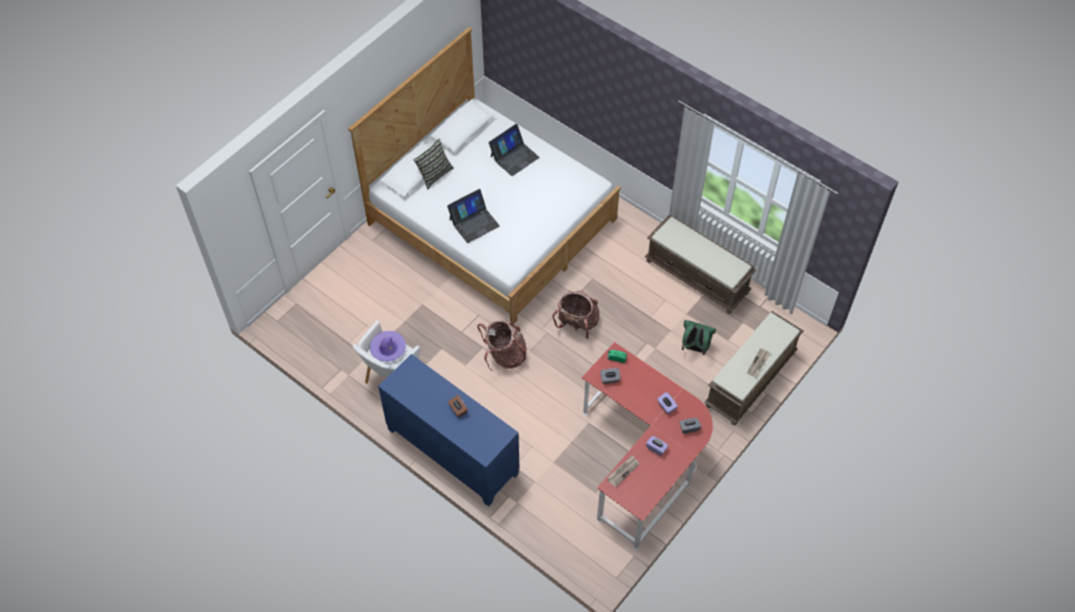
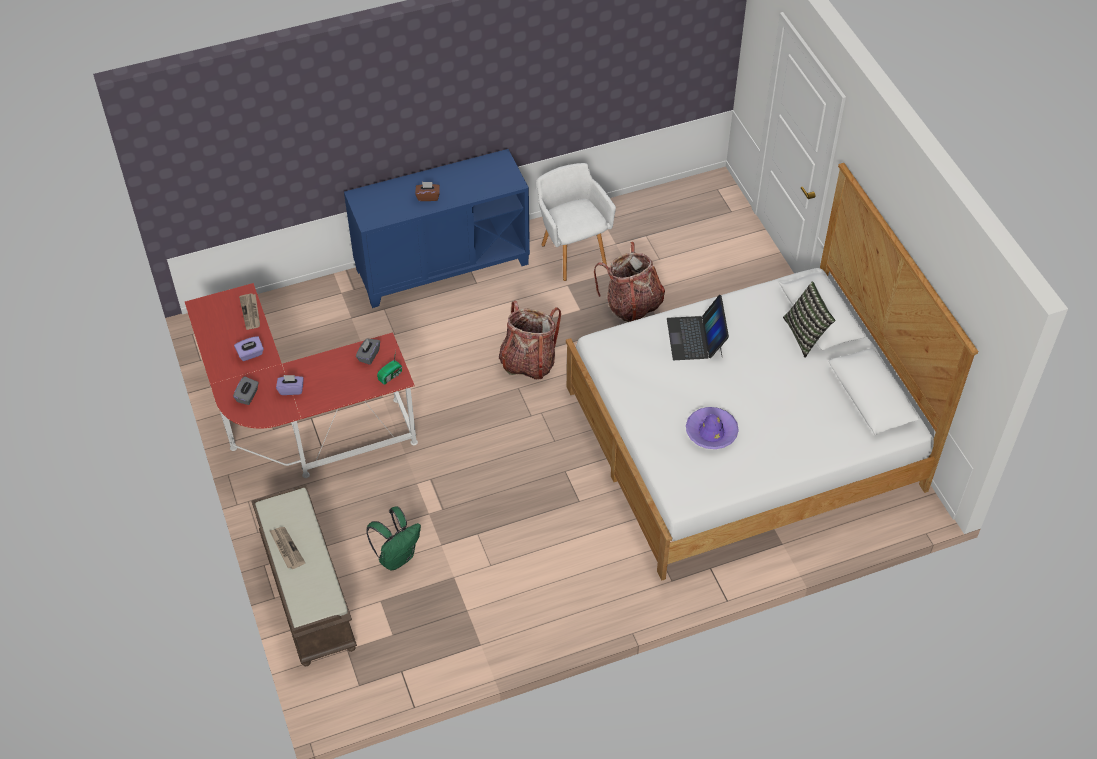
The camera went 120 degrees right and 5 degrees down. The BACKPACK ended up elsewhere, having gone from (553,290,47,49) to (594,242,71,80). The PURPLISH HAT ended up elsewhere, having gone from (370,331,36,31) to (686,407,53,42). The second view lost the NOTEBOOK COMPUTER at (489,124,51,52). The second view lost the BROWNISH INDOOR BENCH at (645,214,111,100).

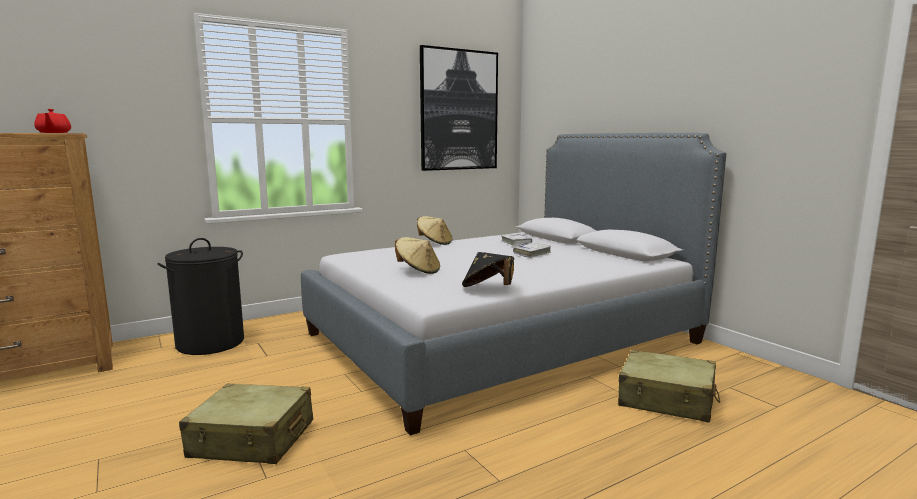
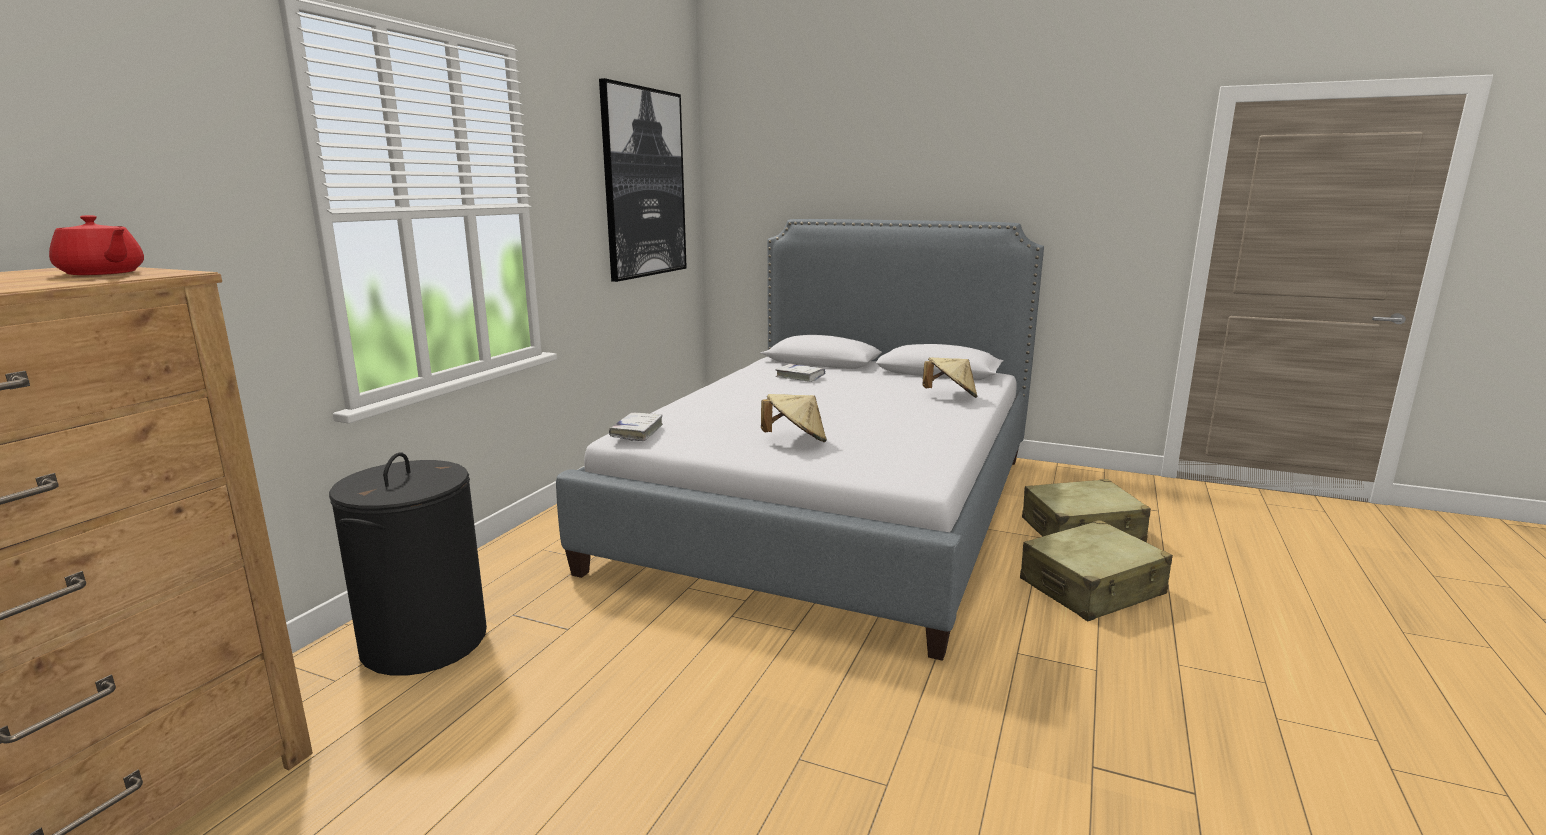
The camera went 35 degrees left and 5 degrees up. The WHITE BOOK ended up elsewhere, having gone from (513,243,38,15) to (609,413,54,28). The BEIGE-COLOURED HAT ended up elsewhere, having gone from (417,216,35,29) to (922,357,55,41). The BEIGE-COLOURED TRAVEL CASE ended up elsewhere, having gone from (179,384,134,80) to (1020,520,153,101). The second view lost the BLACK-COLOURED HAT at (462,252,52,35).

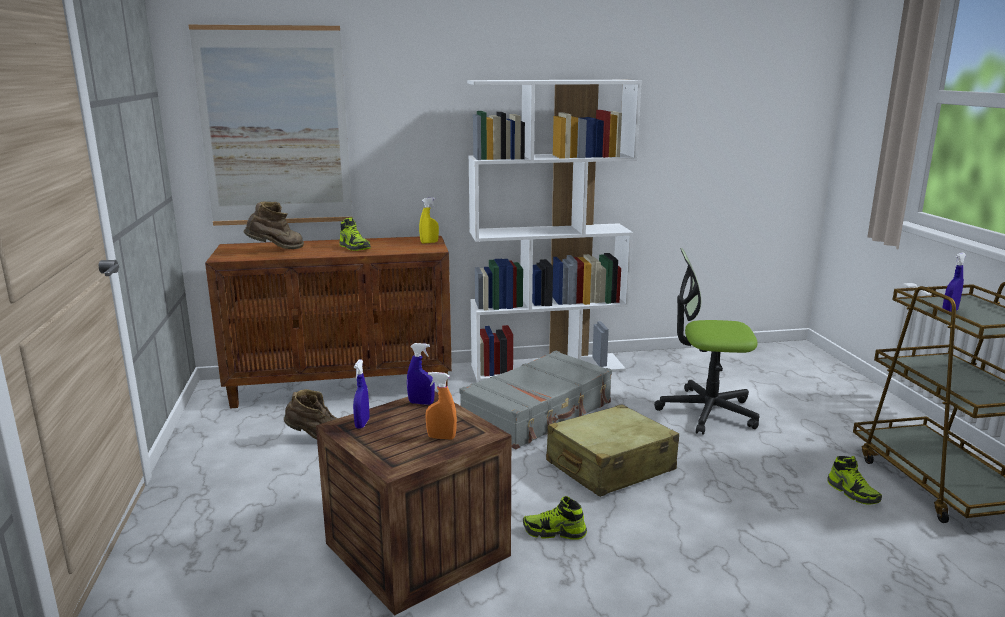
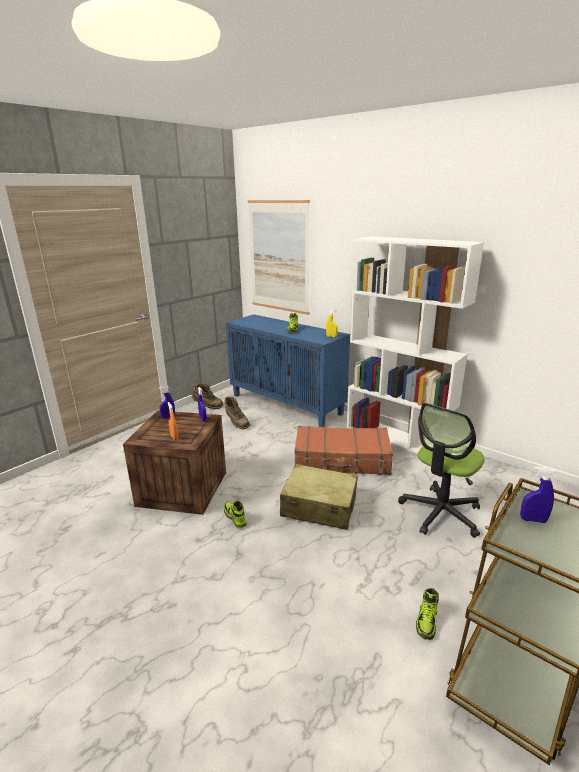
The camera went 50 degrees right and 5 degrees up. The BROWNISH TALL BOOT ended up elsewhere, having gone from (243,202,61,47) to (192,383,31,26). What was the BROWNISH CABINET at (205,236,247,173) turned into the BLUE CABINET at (226,314,124,113). What was the GREYISH TRAVEL CASE at (459,351,153,98) turned into the BROWNISH TRAVEL CASE at (294,426,99,49). The DESK CHAIR at (654,248,105,187) ended up facing another way, 105 degrees counterclockwise from before.

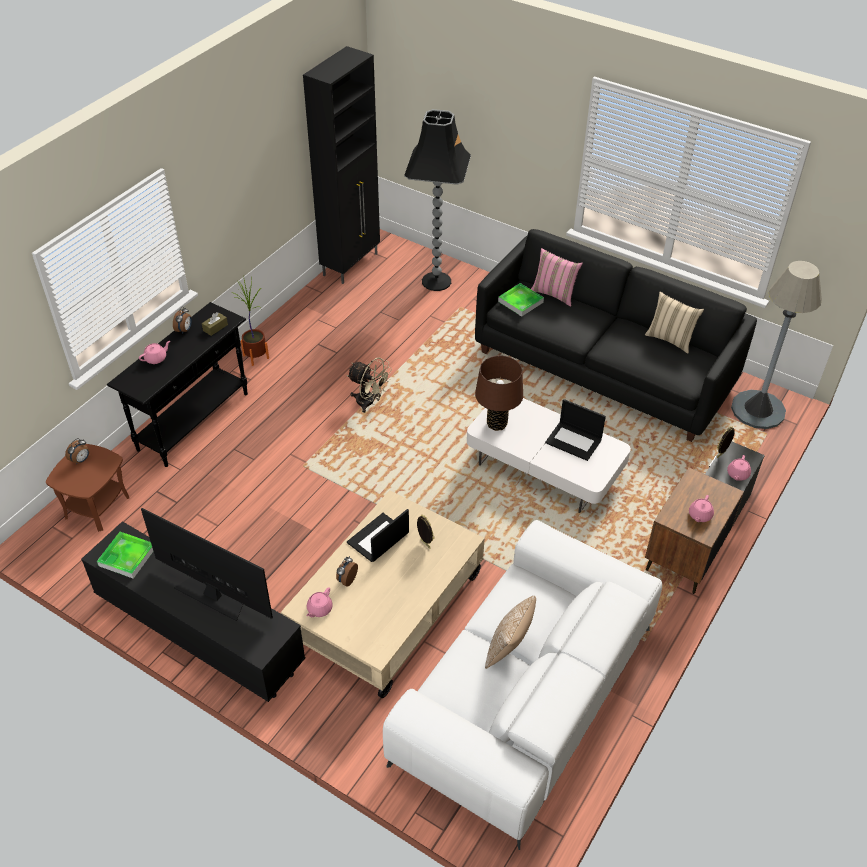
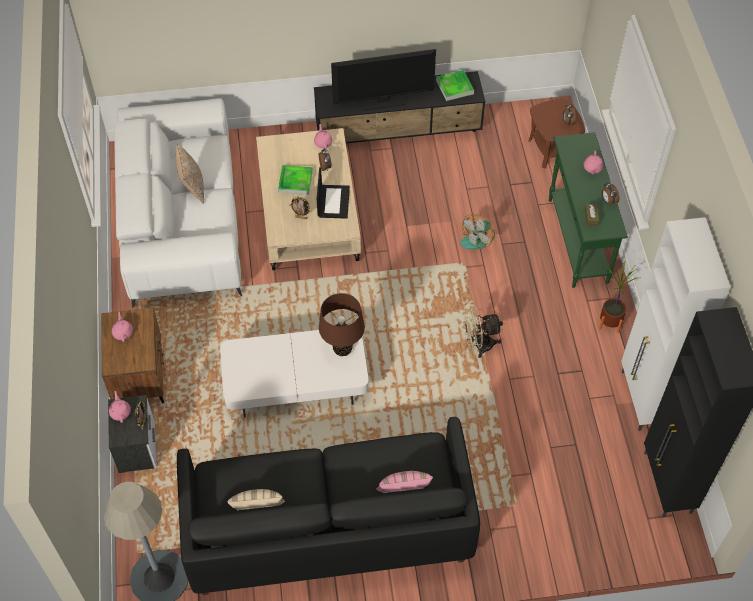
The camera went 140 degrees right and 10 degrees up. The CARRYING TRAY ended up elsewhere, having gone from (498,283,46,34) to (278,165,35,30). The second view gained the FAN at (460,214,35,36). What was the BLACK-COLOURED NARROW TABLE at (107,302,141,165) turned into the GREEN NARROW TABLE at (549,132,79,156). The second view gained the WHITE CABINET at (621,217,110,214). The second view lost the BLACK-COLOURED STANDARD LAMP at (404,109,67,182). The second view lost the NOTEBOOK COMPUTER at (545,399,61,62).

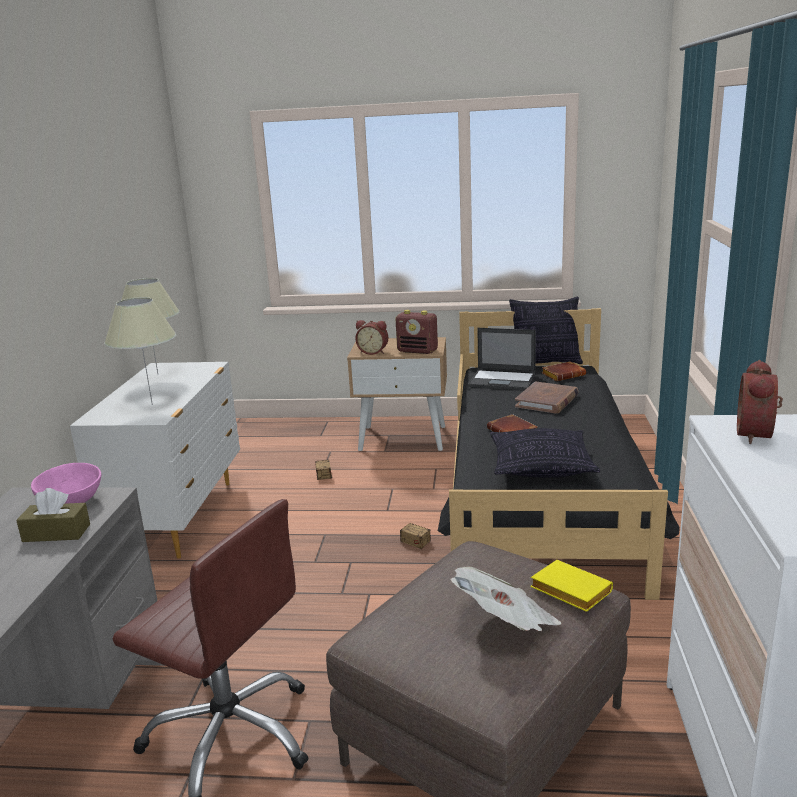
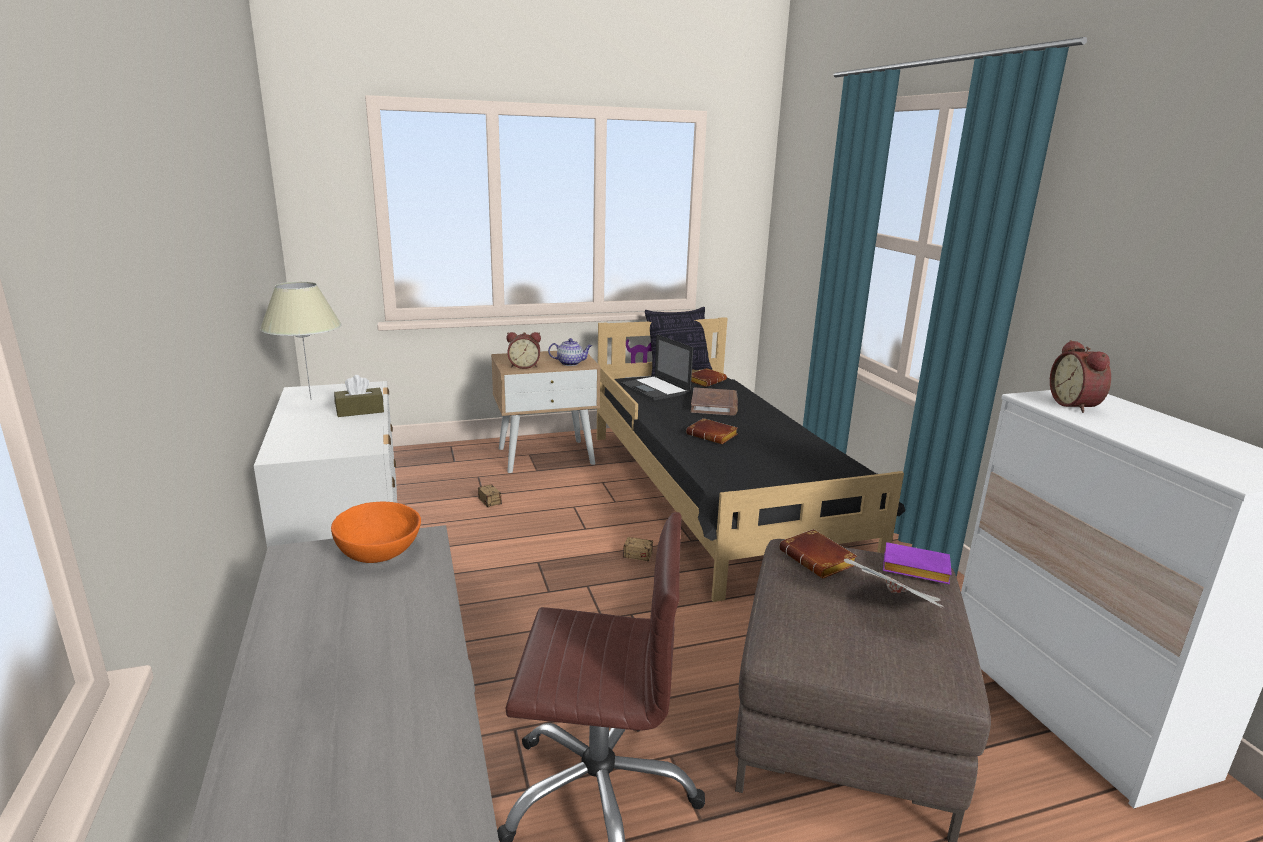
The camera went 25 degrees left and 0 degrees up. What was the PINKISH BOWL at (31,463,70,41) turned into the ORANGE-COLOURED BOWL at (331,502,90,61). The BROWNISH TISSUE BOX ended up elsewhere, having gone from (16,488,74,54) to (334,375,50,42). Where the RADIO SET stood at (396,310,42,44), the TEA POT came to stand at (548,338,44,28). The NOTEBOOK COMPUTER at (468,328,68,62) ended up facing another way, 60 degrees clockwise from before. The second view gained the BROWNISH BOOK at (779,529,78,50). What was the YELLOWISH BOOK at (530,560,83,52) turned into the PURPLISH BOOK at (883,542,69,42). The second view lost the BEIGE-COLOURED TABLE LAMP at (104,297,72,108). The second view lost the PILLOW at (490,428,110,50).

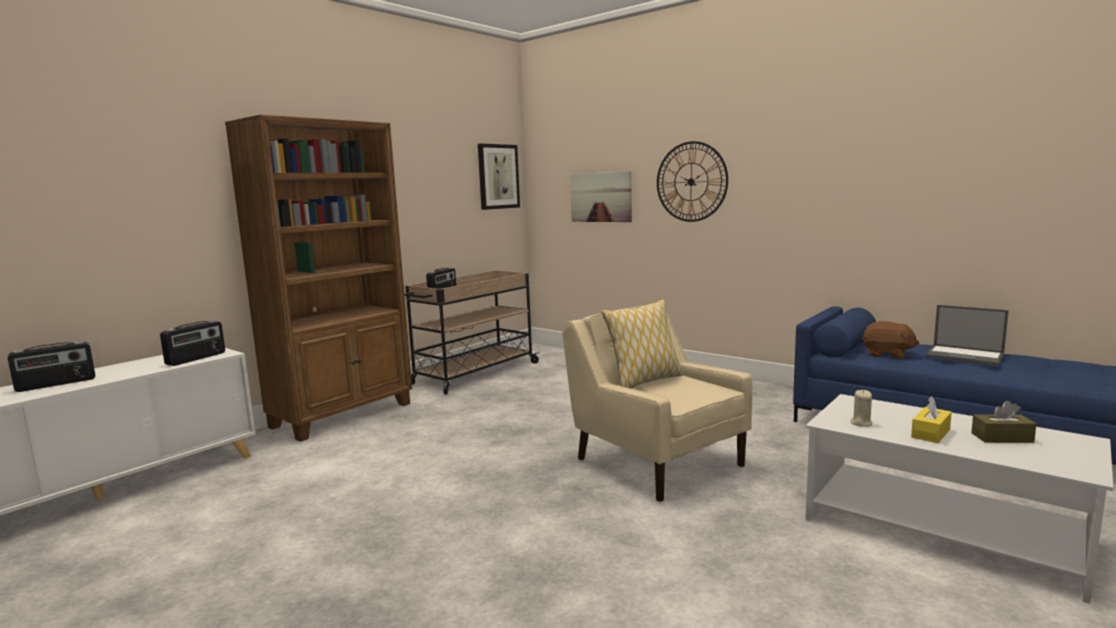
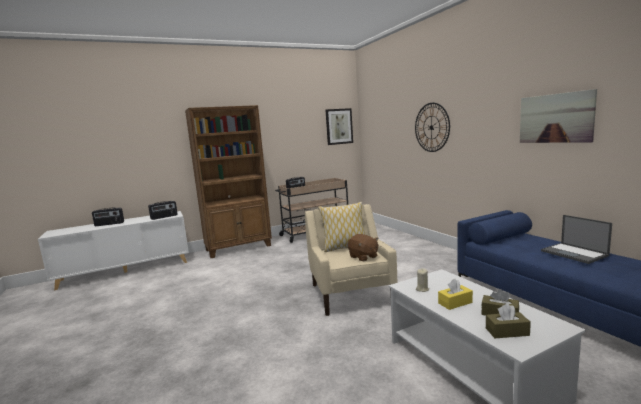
The camera went 25 degrees right and 0 degrees up. The BROWNISH PLUSH TOY ended up elsewhere, having gone from (862,321,58,38) to (348,234,31,27). The second view gained the BROWNISH TISSUE BOX at (486,303,45,35). The WALL ART ended up elsewhere, having gone from (570,171,62,51) to (520,89,77,54).

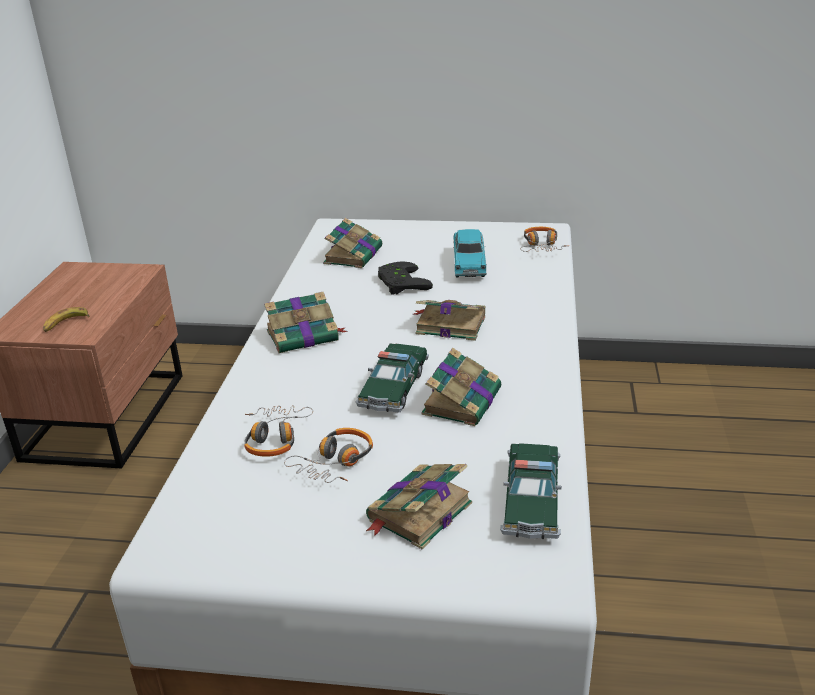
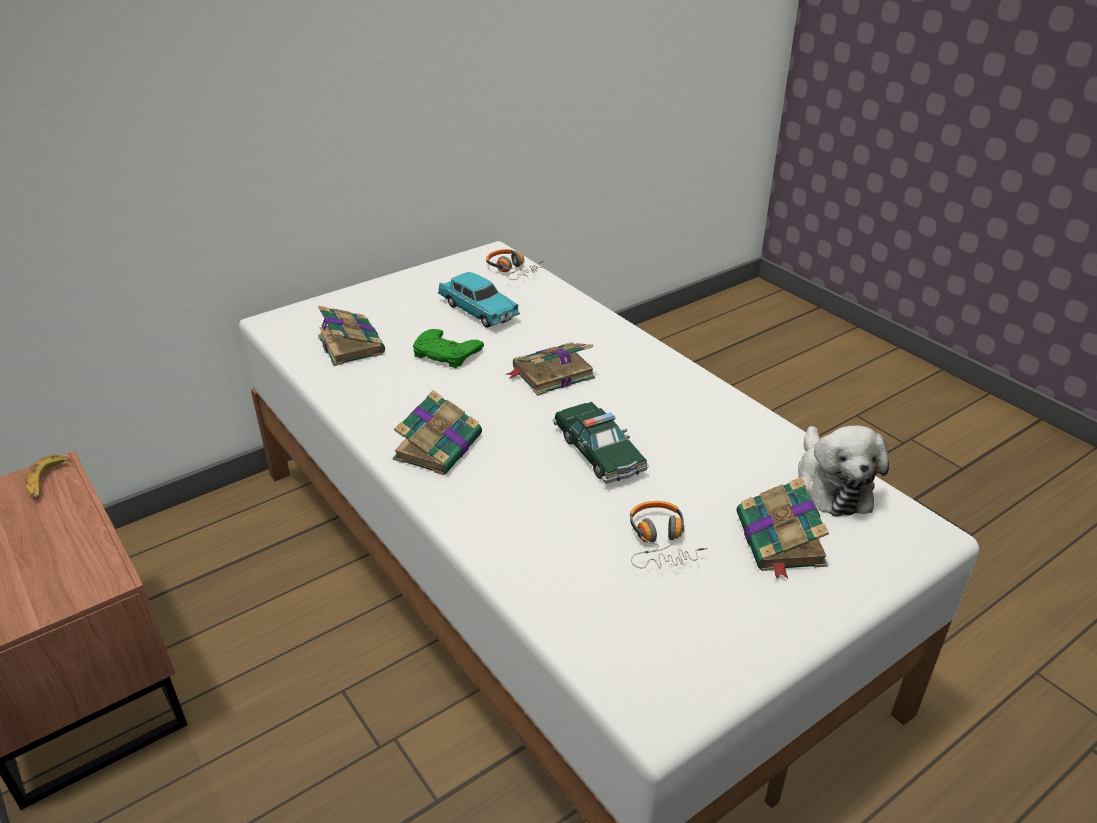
The camera went 45 degrees left and 5 degrees up. The WHOLE BANANA ended up elsewhere, having gone from (43,307,46,25) to (25,454,47,45). What was the BLACK-COLOURED GAMEPAD at (378,261,55,34) turned into the GREEN GAMEPAD at (413,329,71,39). Where the TOY CAR stood at (500,443,62,96), the PLUSH TOY came to stand at (798,426,91,91). The second view lost the PAIR OF HEADPHONES at (244,405,69,51). The second view lost the BOOK at (421,348,80,78).

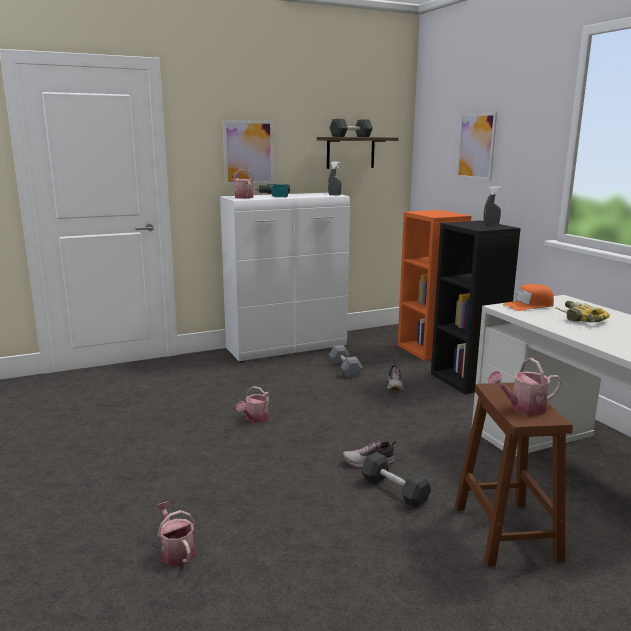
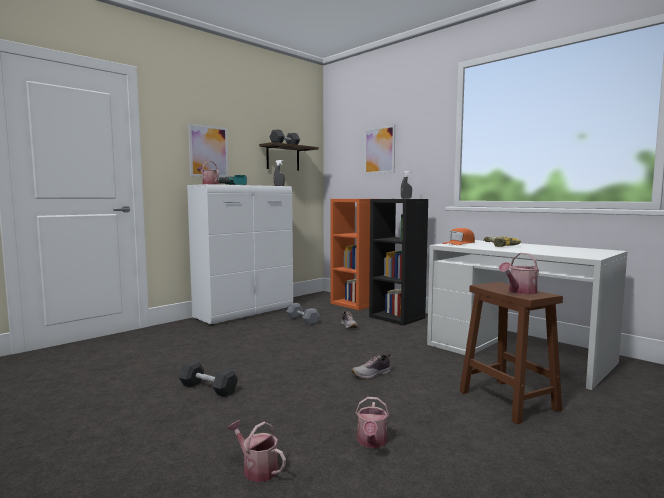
The camera went 20 degrees left and 10 degrees down. The BLACK-COLOURED HAND WEIGHT ended up elsewhere, having gone from (361,452,71,56) to (178,360,60,37). The SPRINKLING CAN ended up elsewhere, having gone from (236,386,34,37) to (356,397,33,51).

